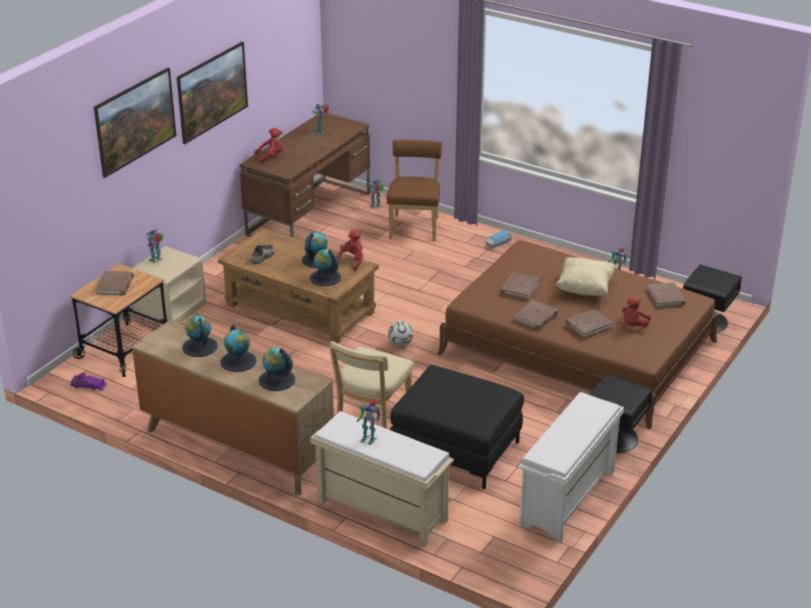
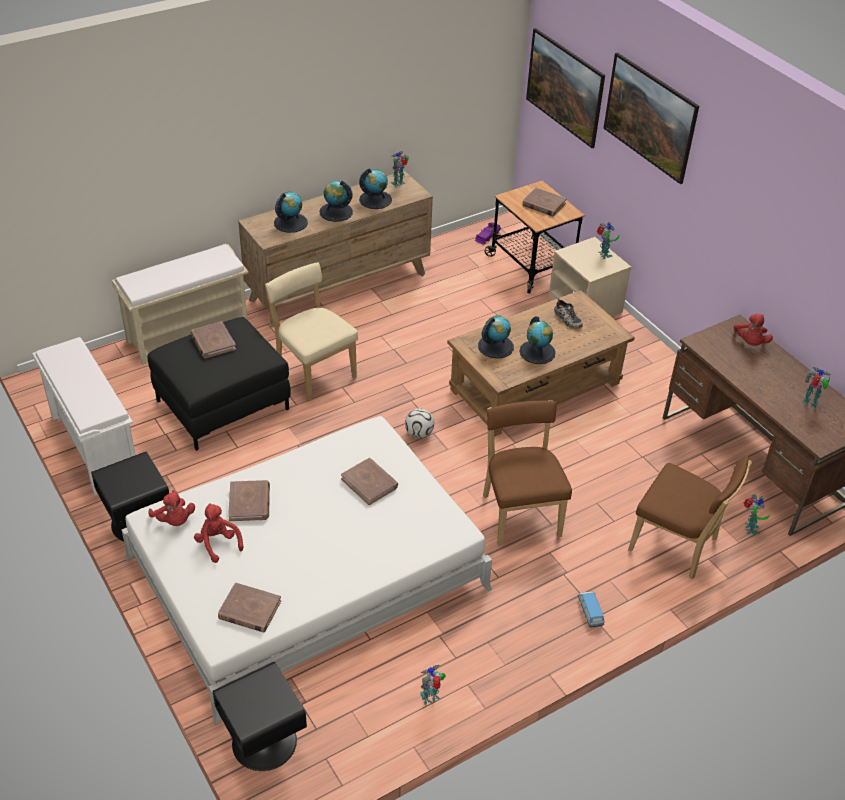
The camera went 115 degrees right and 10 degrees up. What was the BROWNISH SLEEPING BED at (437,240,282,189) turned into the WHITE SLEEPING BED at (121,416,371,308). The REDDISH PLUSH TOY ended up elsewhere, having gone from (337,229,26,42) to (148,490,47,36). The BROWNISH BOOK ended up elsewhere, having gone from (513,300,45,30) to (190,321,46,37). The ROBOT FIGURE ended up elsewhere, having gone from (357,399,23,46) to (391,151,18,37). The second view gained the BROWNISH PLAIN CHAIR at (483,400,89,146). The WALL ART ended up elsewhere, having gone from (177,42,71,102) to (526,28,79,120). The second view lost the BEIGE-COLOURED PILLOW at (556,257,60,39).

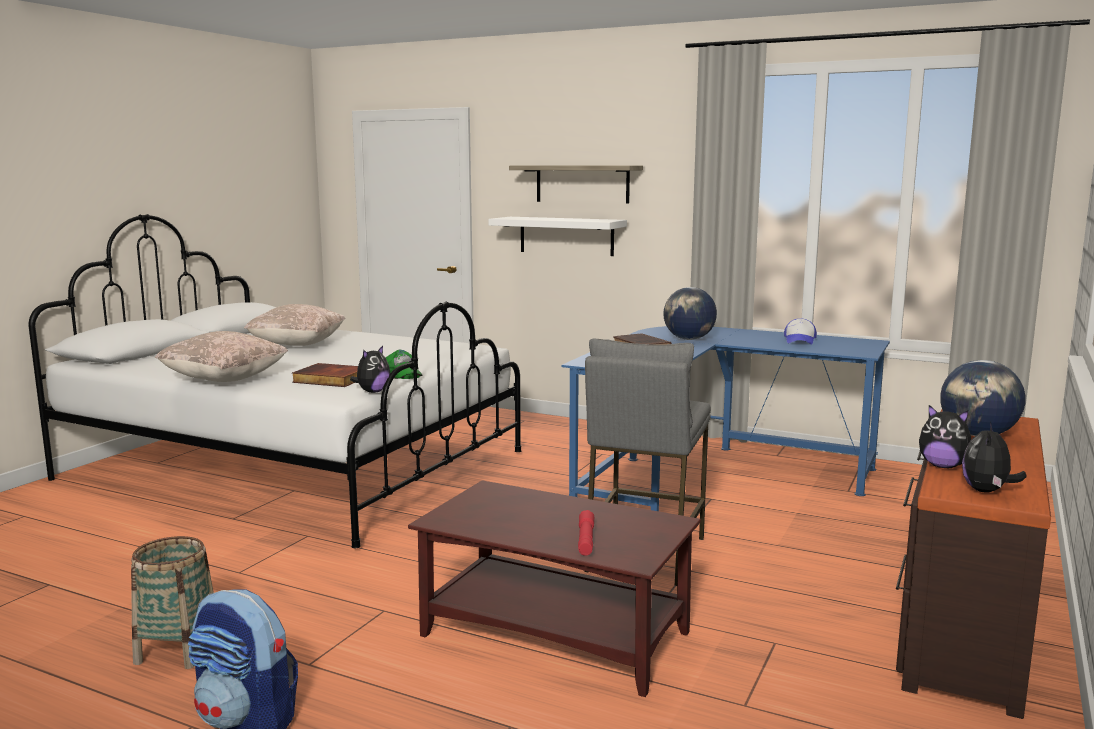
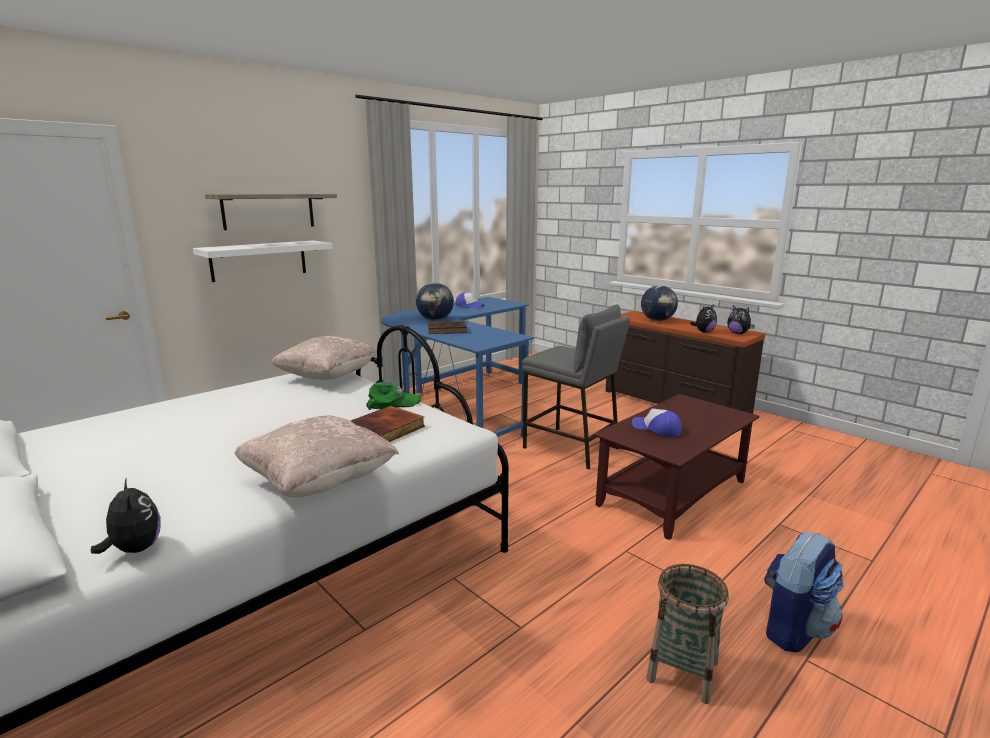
The camera went 70 degrees left and 5 degrees up. The PLUSH TOY ended up elsewhere, having gone from (350,346,40,47) to (91,479,70,75). The BEIGE-COLOURED PILLOW ended up elsewhere, having gone from (244,304,102,42) to (271,336,106,44). The second view gained the CAP at (632,409,50,28). The second view lost the REDDISH FLASHLIGHT at (578,510,17,46).

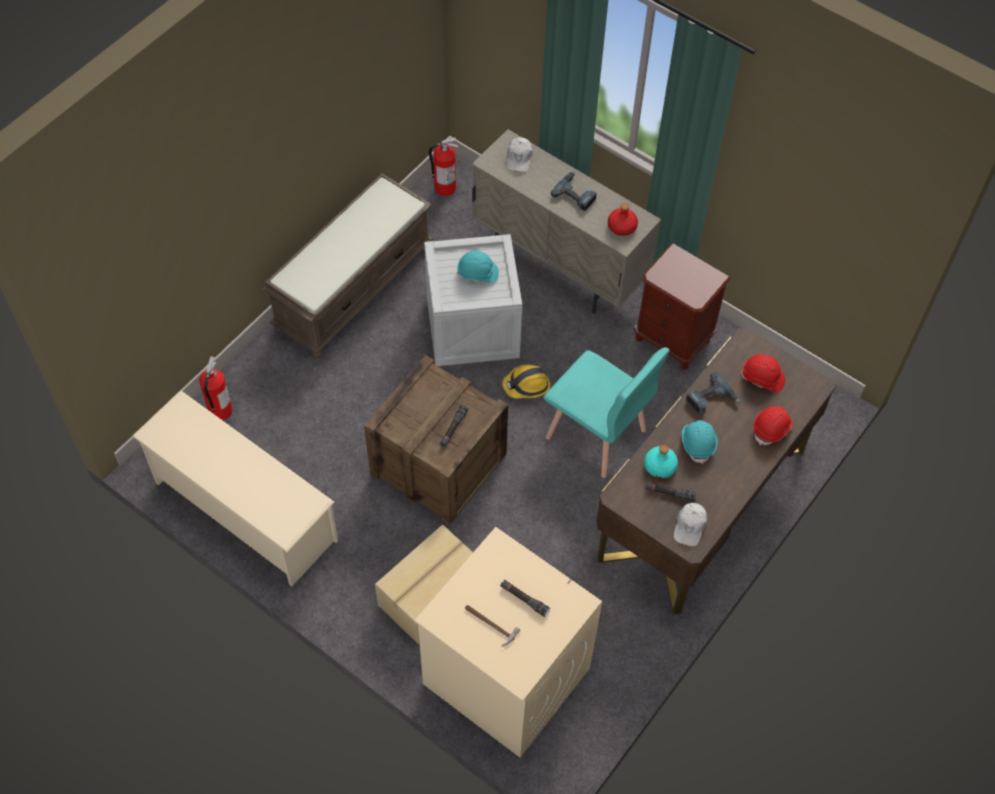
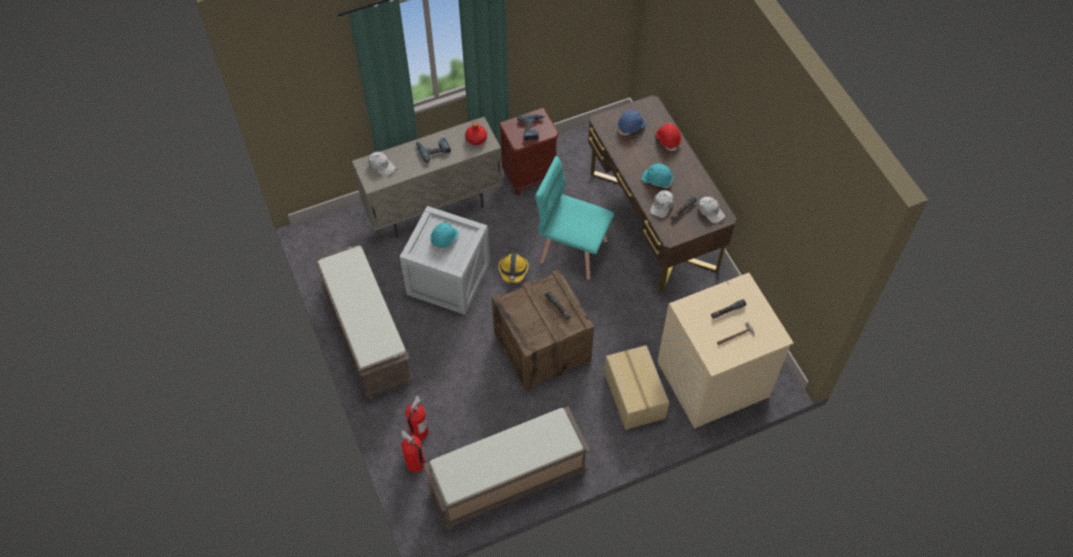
The camera went 60 degrees left and 0 degrees up. The EXTINGUISHER ended up elsewhere, having gone from (429,137,29,59) to (405,396,24,44). Where the BEIGE-COLOURED SHOE RACK stood at (132,390,206,196), the BROWNISH INDOOR BENCH came to stand at (423,406,168,124). The POWER DRILL ended up elsewhere, having gone from (686,372,54,42) to (517,114,28,26). The BLUE-GREEN PLAIN CHAIR at (544,347,126,131) ended up facing another way, 135 degrees counterclockwise from before. What was the REDDISH WORK HELMET at (740,354,45,39) turned into the BLUE WORK HELMET at (618,110,28,25). Where the BLUE-GREEN DRINK BOTTLE stood at (644,445,34,33), the WHITE CAP came to stand at (650,190,24,28).

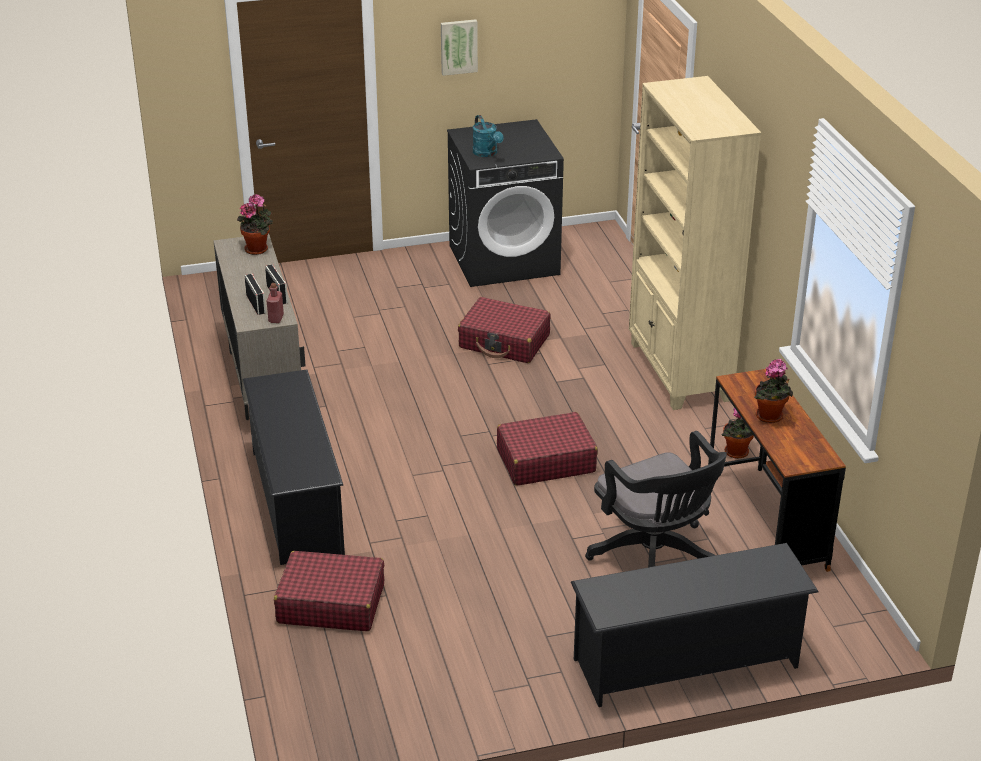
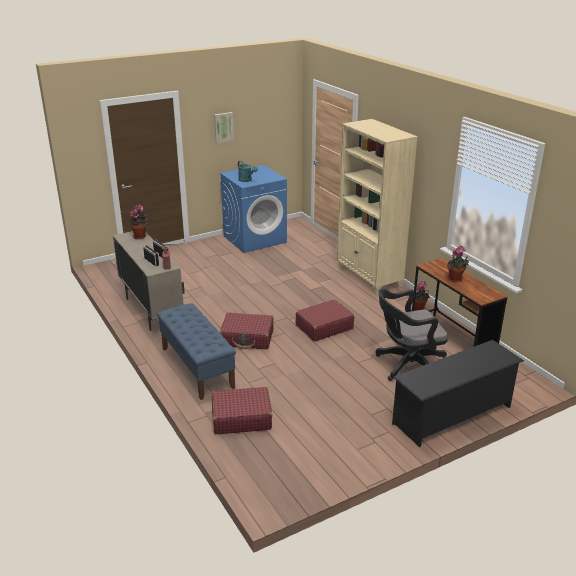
The camera went 15 degrees left and 5 degrees down. Where the BLACK-COLOURED SHOE RACK stood at (243,369,102,196), the BLUE INDOOR BENCH came to stand at (157,303,79,97). What was the BLACK-COLOURED LAUNDRY APPLIANCE at (447,119,117,168) turned into the BLUE LAUNDRY APPLIANCE at (220,165,67,88). The REDDISH TRAVEL CASE ended up elsewhere, having gone from (458,297,93,66) to (220,312,53,37). The BLACK-COLOURED DESK CHAIR at (585,431,142,136) ended up facing another way, 120 degrees clockwise from before.

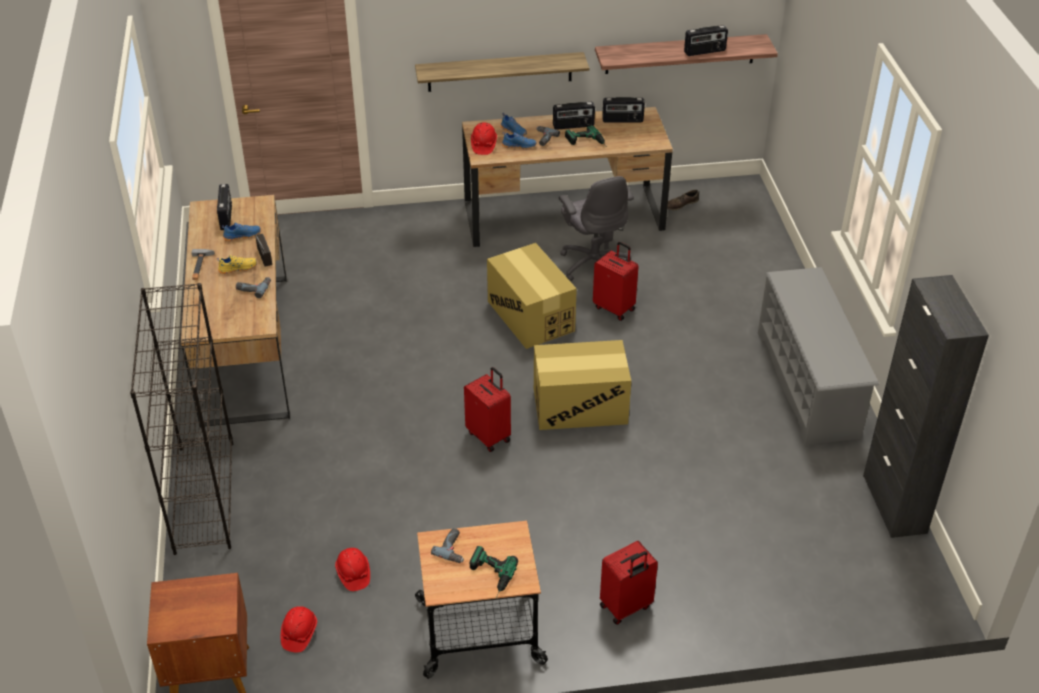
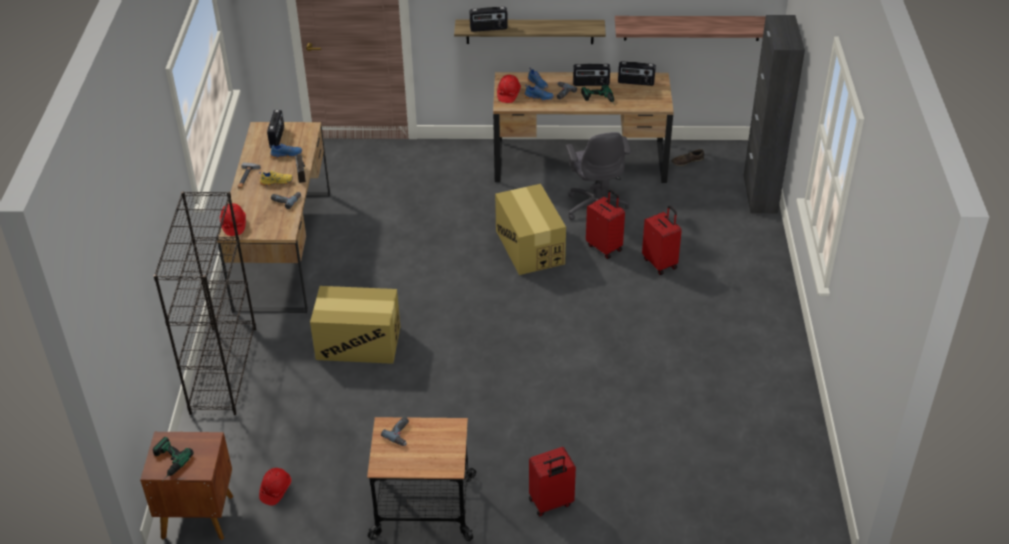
The camera went 10 degrees right and 0 degrees up. The POWER DRILL ended up elsewhere, having gone from (470,546,48,52) to (153,437,41,44). The REDDISH WORK HELMET ended up elsewhere, having gone from (335,548,35,43) to (219,203,27,33). The CARDBOARD BOX ended up elsewhere, having gone from (534,340,97,90) to (310,286,90,78). The RADIO SET ended up elsewhere, having gone from (684,25,44,31) to (470,7,38,25). The REDDISH TRAVEL CASE ended up elsewhere, having gone from (464,367,47,85) to (642,205,40,70). The BLACK-COLOURED CABINET ended up elsewhere, having gone from (863,275,126,263) to (743,15,62,198). The second view lost the GREYISH SHOE RACK at (758,267,121,180).

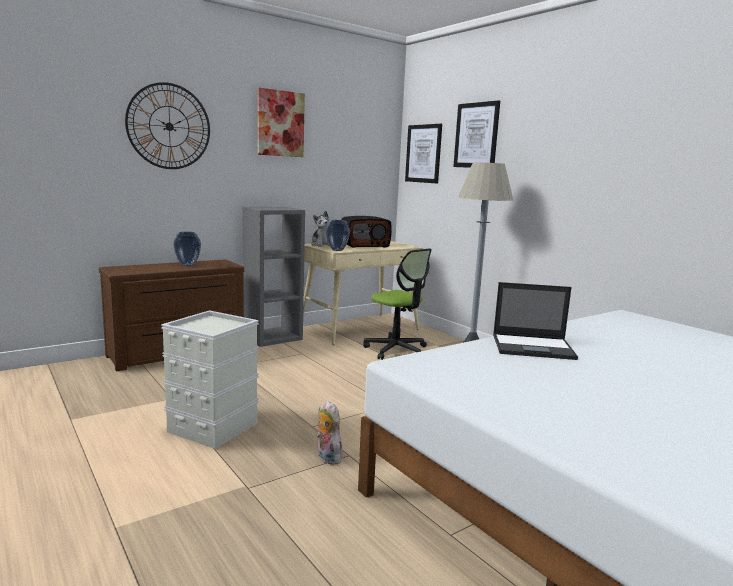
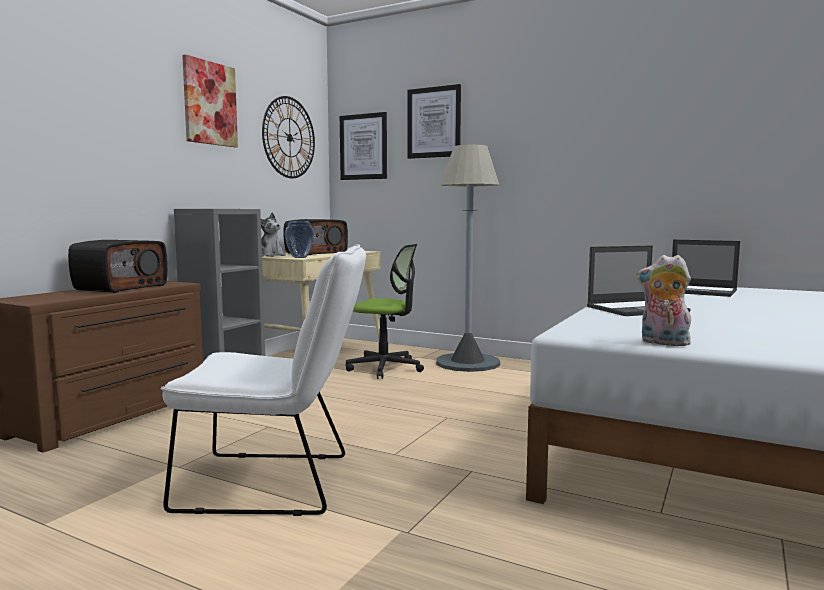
The camera went 25 degrees left and 5 degrees down. Where the DECORATIVE VASE stood at (173,232,28,34), the RADIO SET came to stand at (68,240,99,53). Where the GREYISH STORAGE CONTAINER stood at (161,310,98,139), the WHITE PLAIN CHAIR came to stand at (161,244,205,272). The CLOCK ON THE WALL ended up elsewhere, having gone from (125,82,85,87) to (262,96,53,82). The PLUSH TOY ended up elsewhere, having gone from (316,401,26,64) to (637,255,54,92). The second view gained the NOTEBOOK COMPUTER at (672,240,68,57).

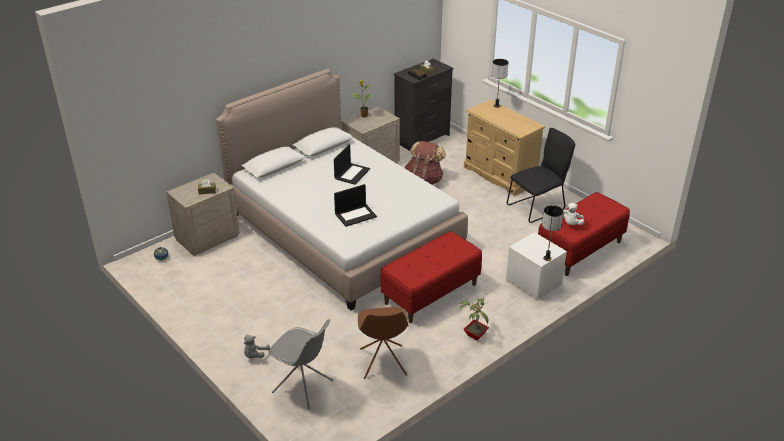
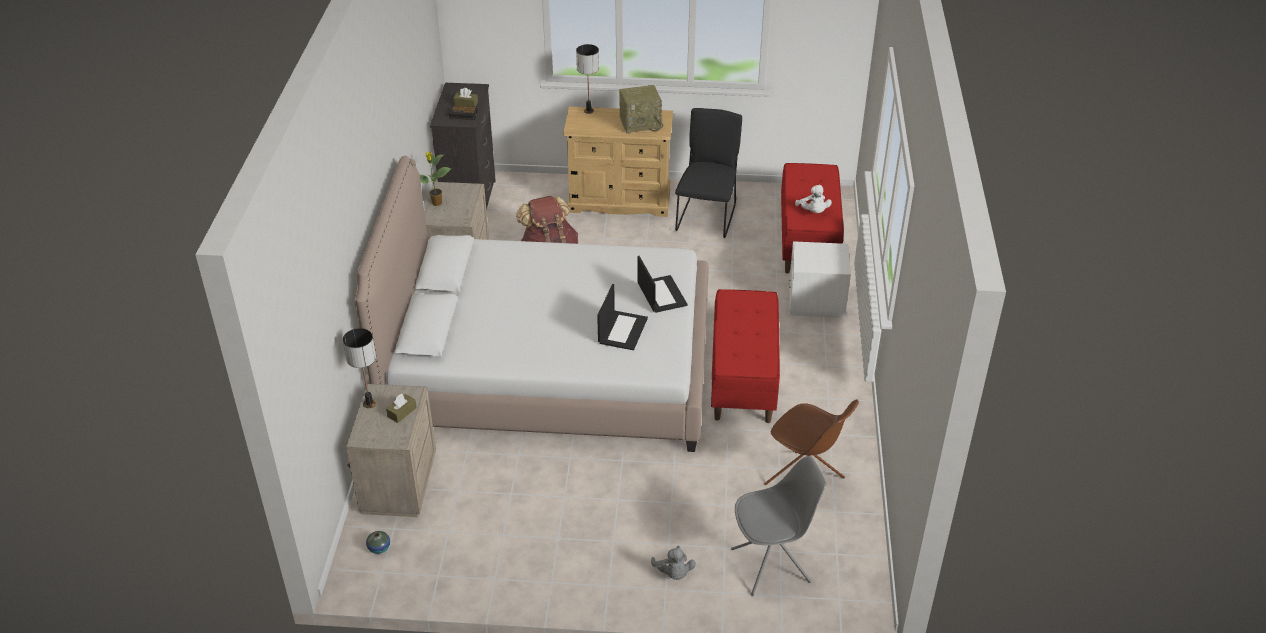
The camera went 45 degrees left and 5 degrees up. The TABLE LAMP ended up elsewhere, having gone from (542,205,21,56) to (343,328,33,80). The second view gained the RADIO SET at (619,85,44,49). The NOTEBOOK COMPUTER ended up elsewhere, having gone from (334,144,36,41) to (637,256,51,57). The second view lost the PLANT IN A POT at (459,295,30,45).

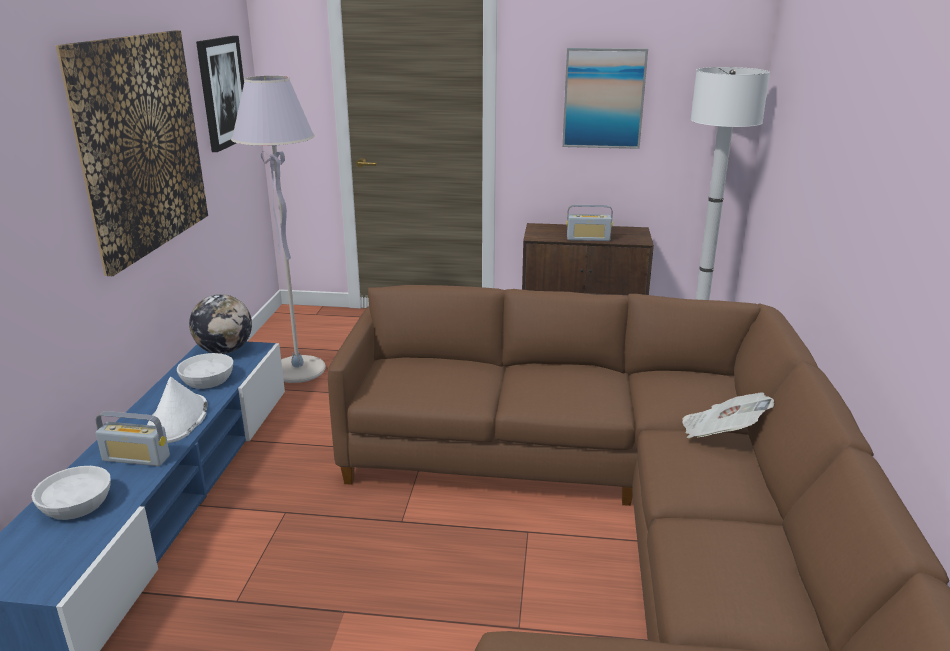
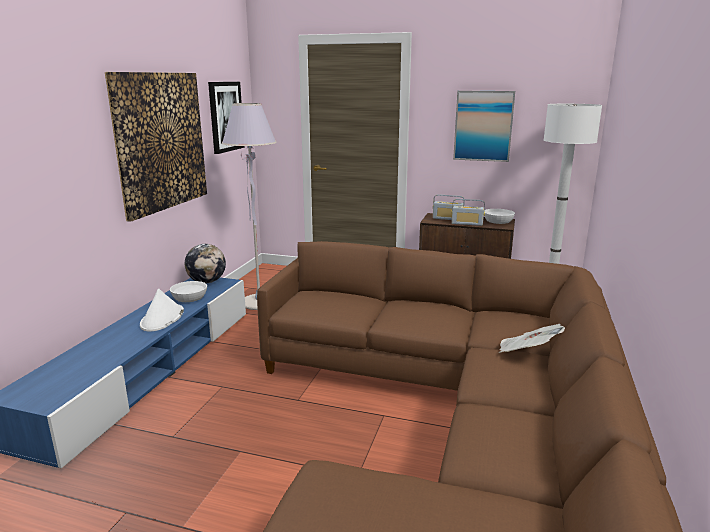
The camera went 10 degrees right and 5 degrees down. The RADIO SET ended up elsewhere, having gone from (96,411,74,55) to (433,194,32,26). The WHITE BOWL ended up elsewhere, having gone from (32,466,79,54) to (484,209,31,15).

